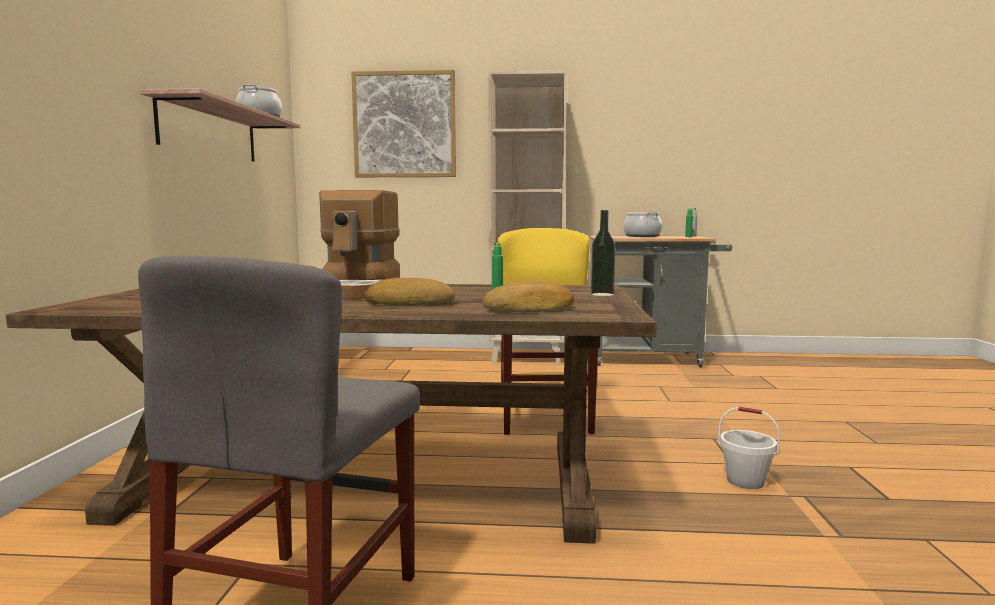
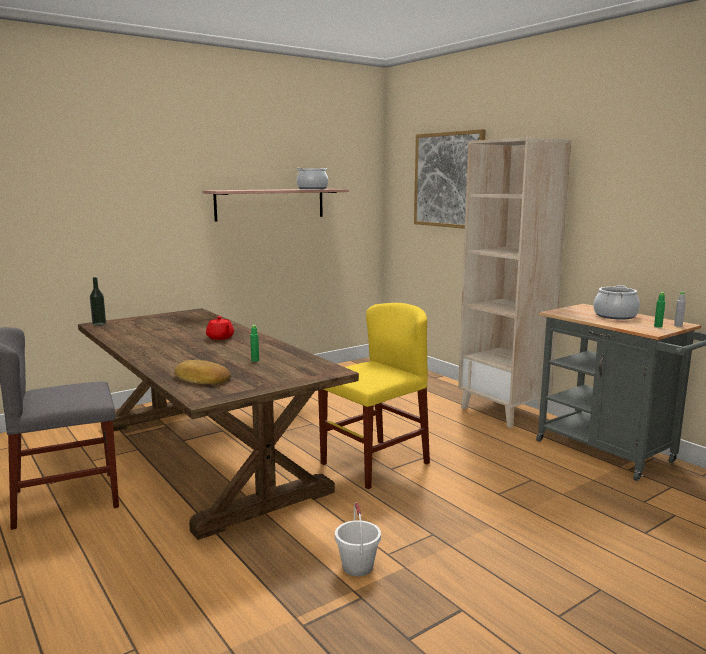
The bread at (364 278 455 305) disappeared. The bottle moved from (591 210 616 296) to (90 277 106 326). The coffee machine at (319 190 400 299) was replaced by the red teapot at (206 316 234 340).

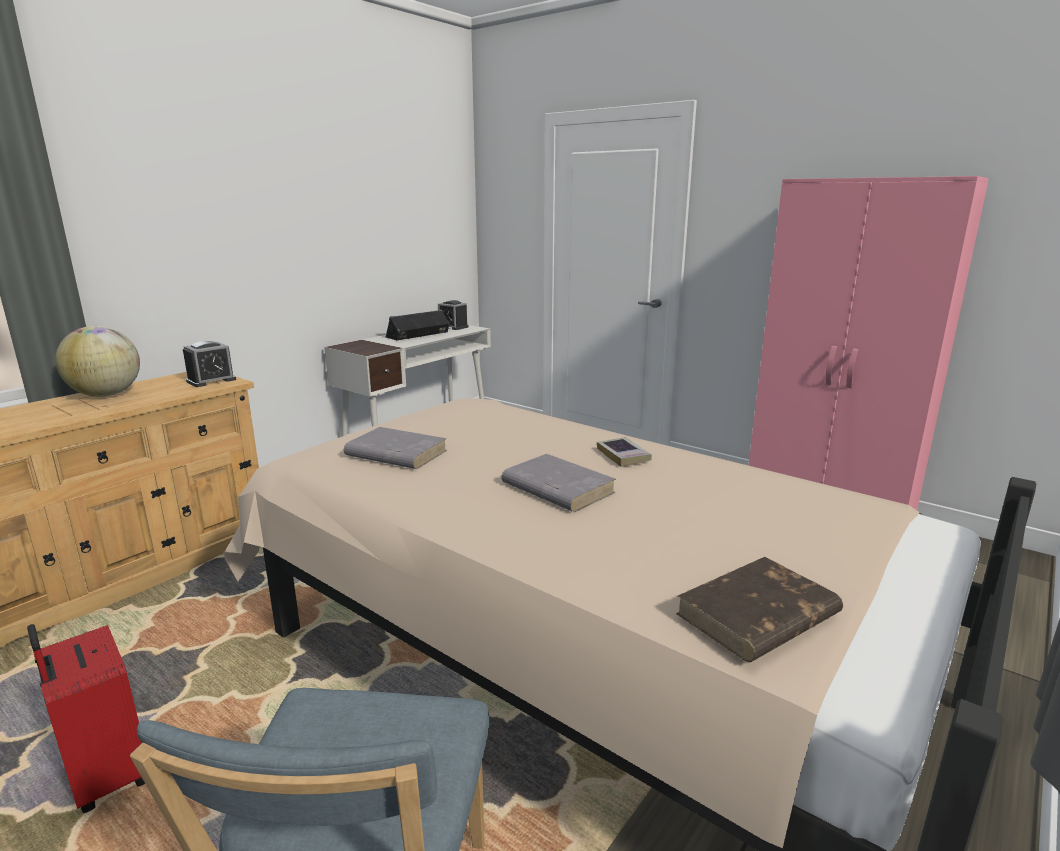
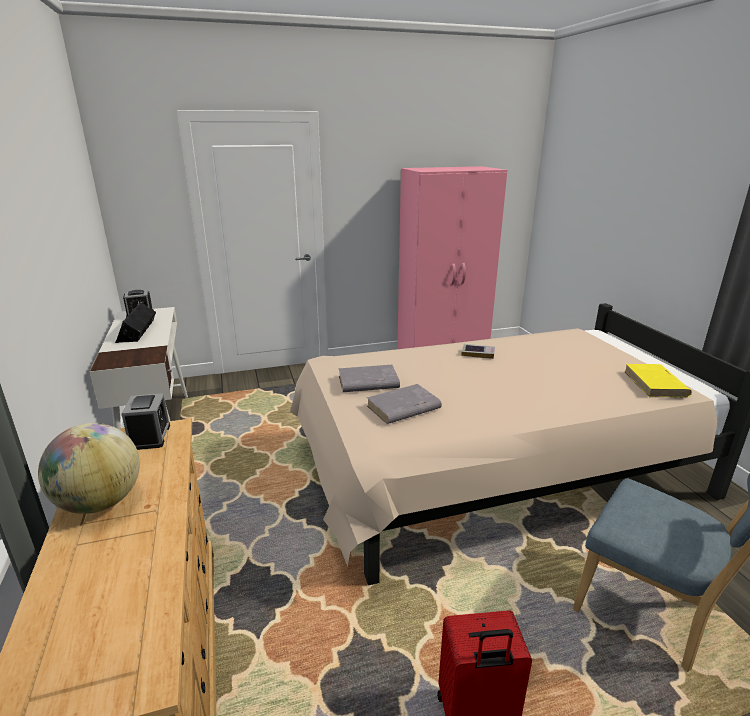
The grey book moved from (501 454 616 512) to (338 365 400 392). The brown book at (676 557 843 662) became the yellow book at (624 364 692 398).

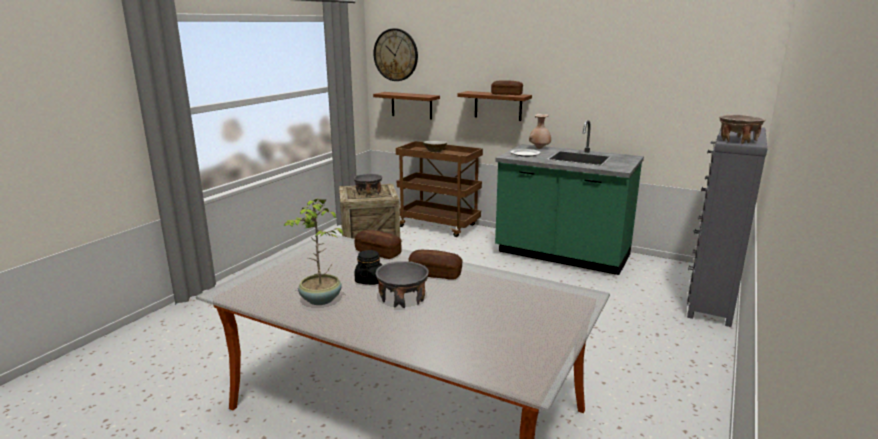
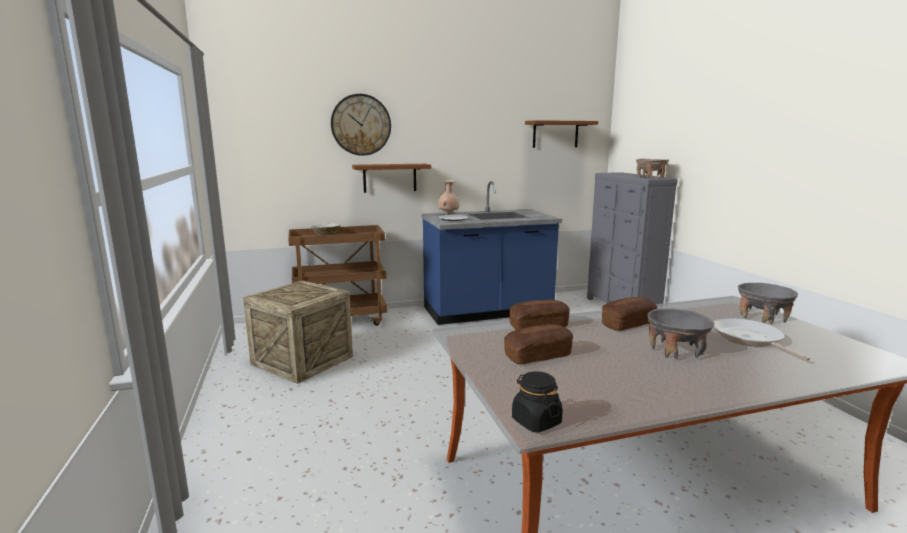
The potted plant at (284 197 343 305) disappeared. The frying pan at (713 318 810 361) appeared. The grey bowl moved from (354 174 382 196) to (738 283 798 324). The black jar moved from (355 250 382 285) to (512 371 563 432). The wall clock moved from (373 28 418 81) to (331 94 391 156). The brown shelf moved from (373 92 440 120) to (525 120 598 148). The bread moved from (491 80 523 95) to (504 324 573 364). The green counter at (495 120 644 275) became the blue counter at (422 181 562 325).

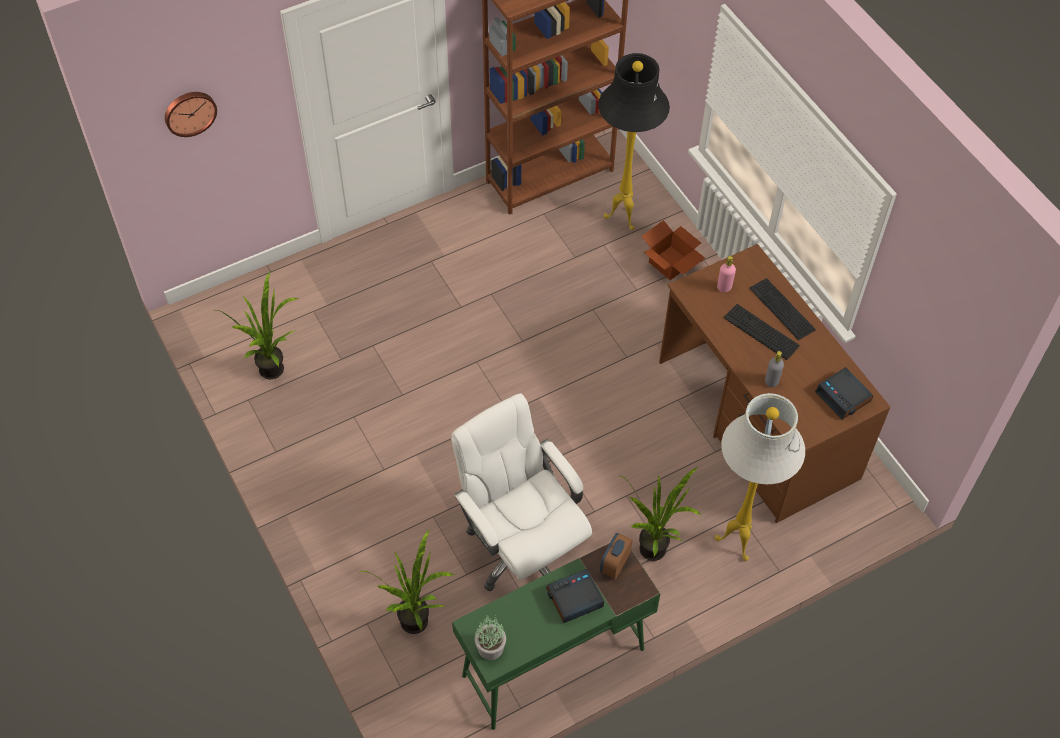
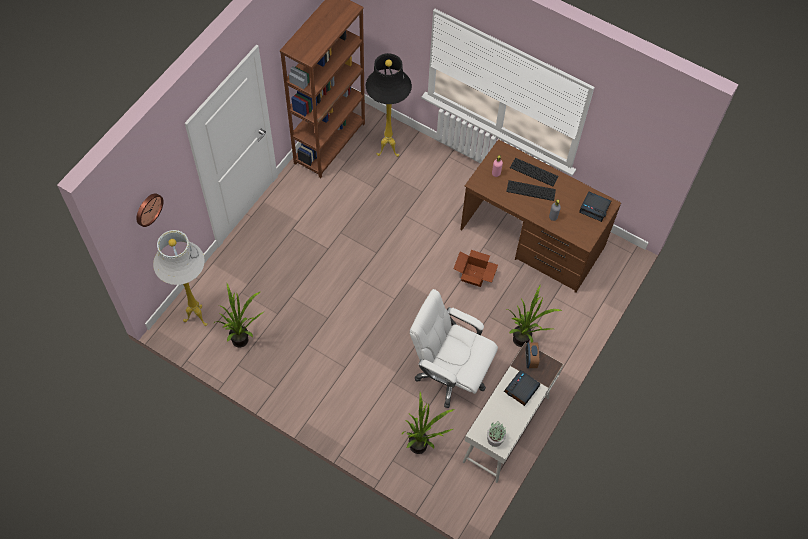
The cardboard box moved from (641 220 705 280) to (453 250 498 287). The white floor lamp moved from (715 393 805 561) to (153 230 207 326). The green desk at (452 543 661 730) became the white desk at (463 342 563 483).

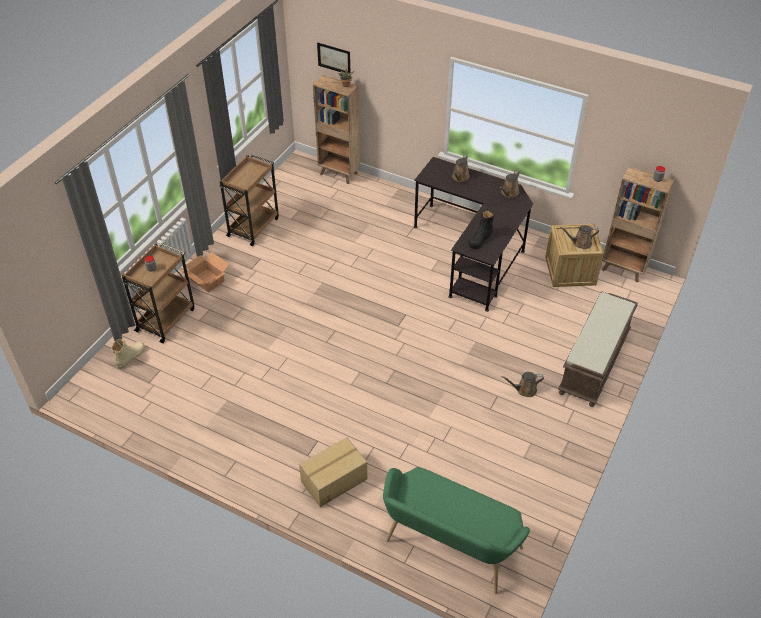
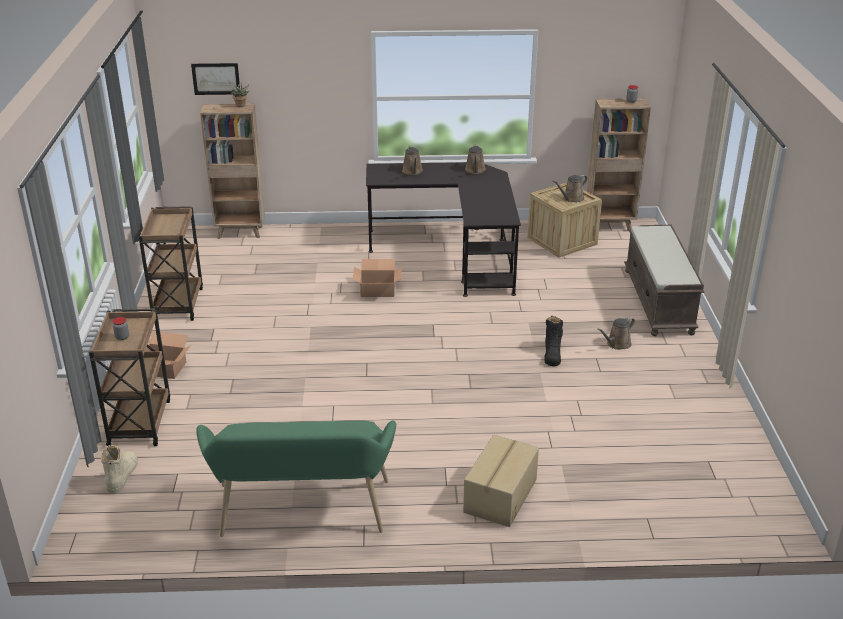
The cardboard box at (353 259 402 297) appeared. The green bench moved from (383 467 530 594) to (196 421 396 537). The black boot moved from (468 210 494 249) to (544 316 563 366).

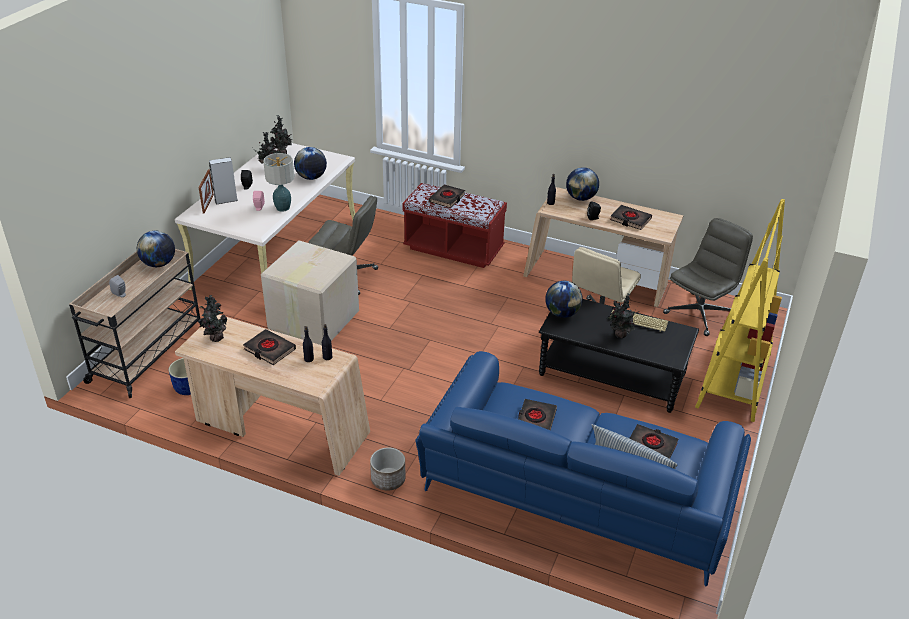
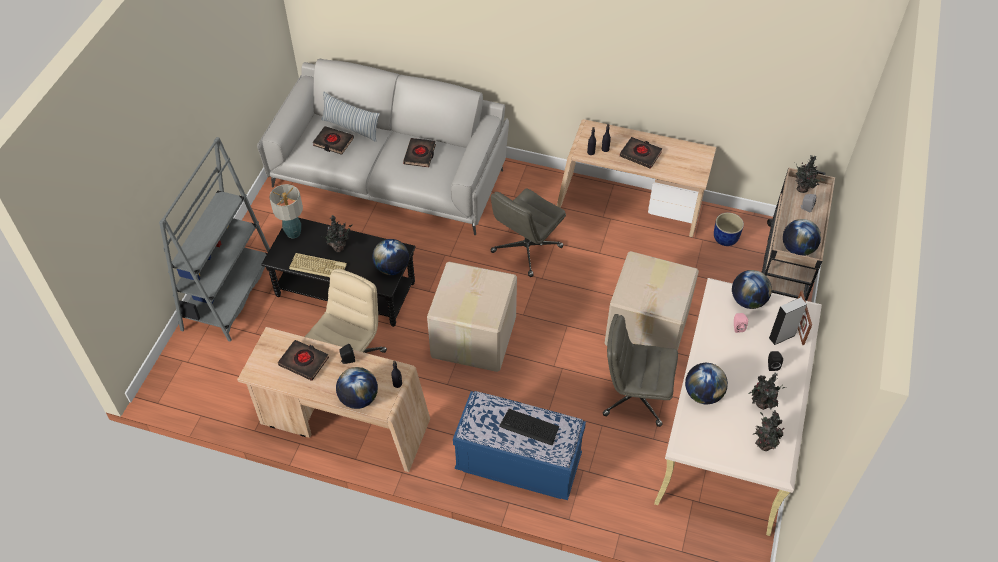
The planter at (370 447 405 491) disappeared. The cardboard box at (427 262 517 372) appeared. The globe at (732 270 772 309) appeared. The potted plant moved from (198 295 227 342) to (795 155 825 193). The table lamp moved from (263 153 294 212) to (270 184 303 239). The grey office chair moved from (663 218 753 336) to (490 189 566 277). The black book at (429 185 465 208) was replaced by the keyboard at (499 409 559 445). The red bench at (403 183 507 268) became the blue bench at (453 391 586 500). The blue sofa at (415 351 751 586) became the grey sofa at (257 59 509 235). The yellow bookcase at (695 199 785 422) became the grey bookcase at (159 137 270 342).

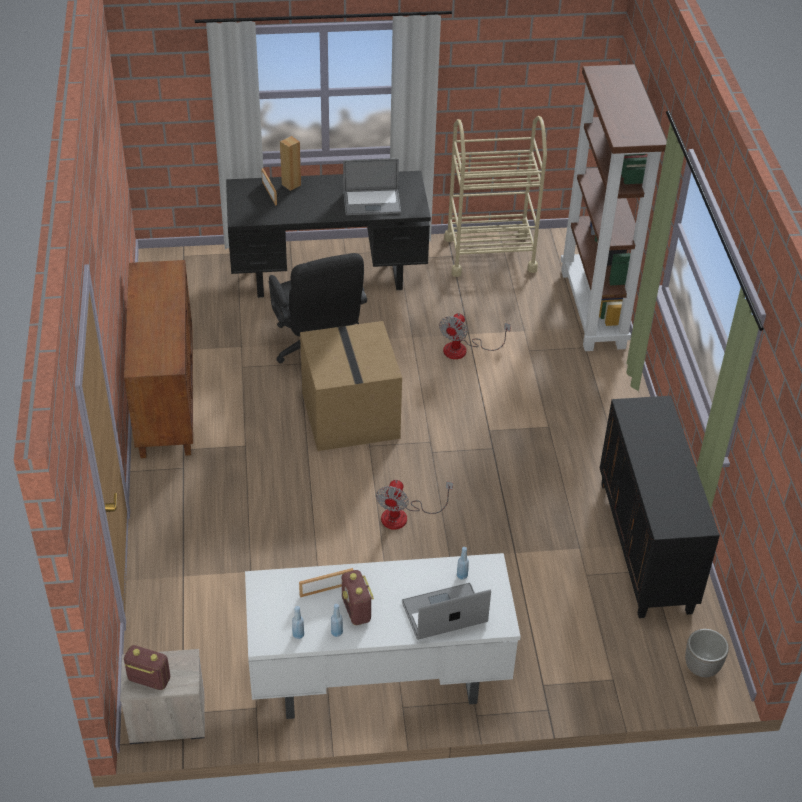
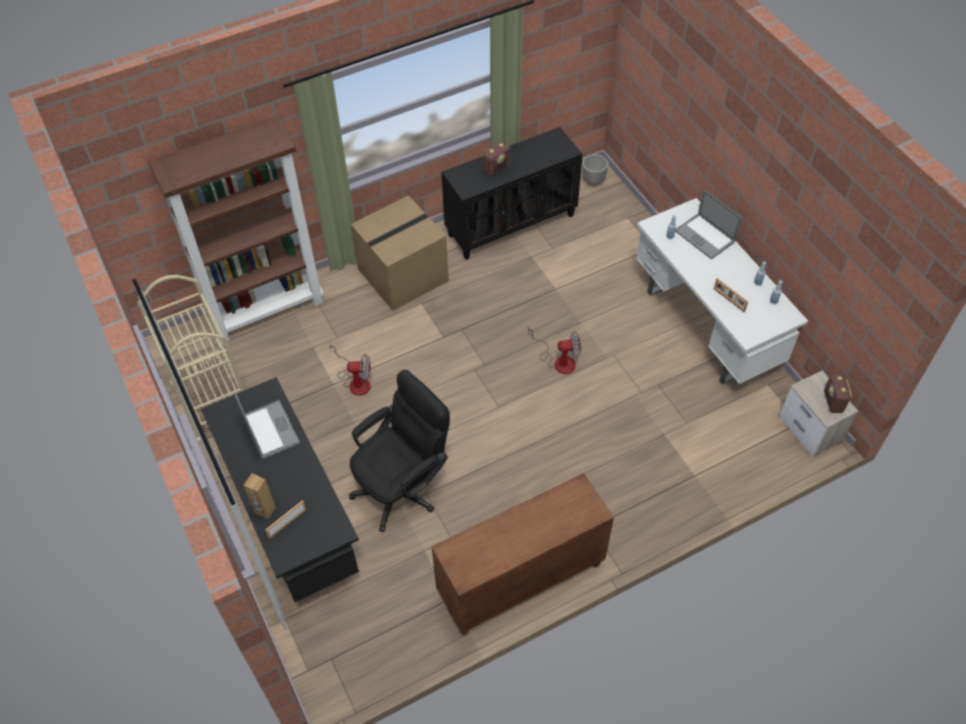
The cardboard box moved from (300 321 402 451) to (351 195 449 311). The radio moved from (342 570 374 625) to (483 142 510 176).

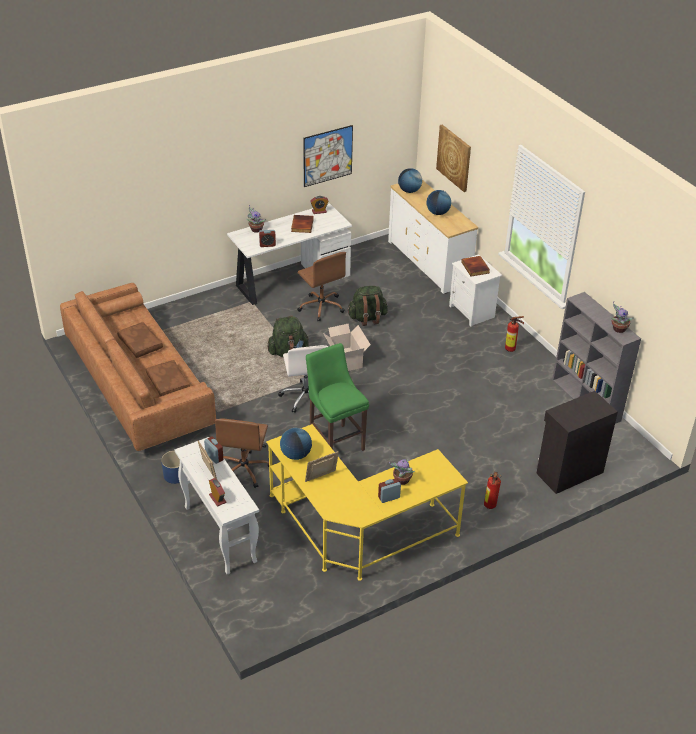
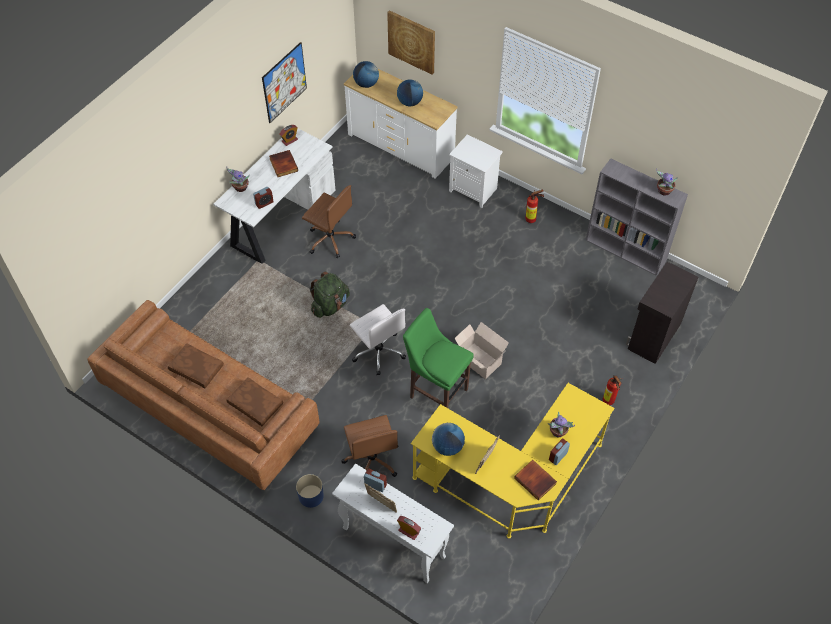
The green backpack at (347 286 388 326) disappeared. The cardboard box moved from (323 324 371 371) to (454 322 509 379). The book moved from (461 256 490 277) to (514 460 557 500).

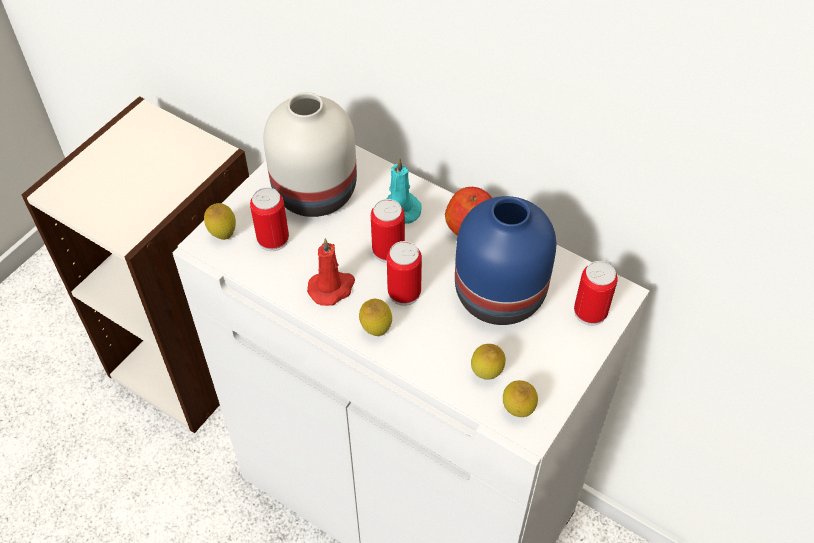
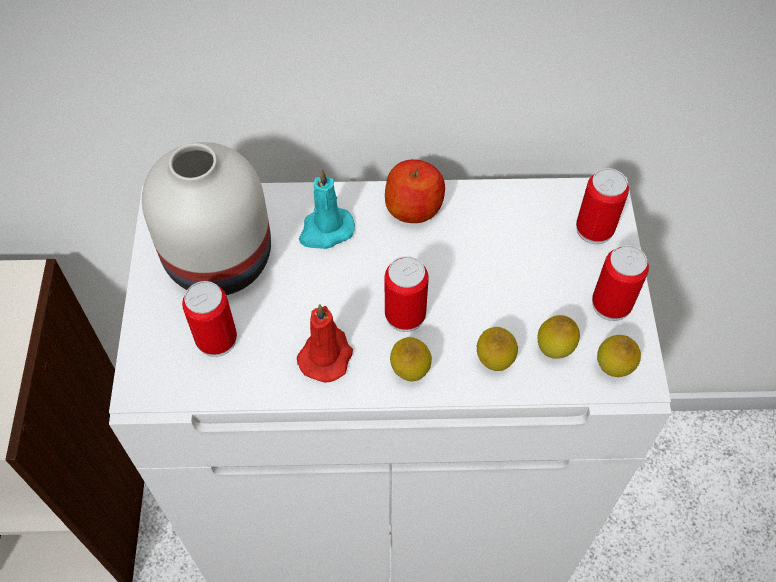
The blue vase at (455 196 556 325) disappeared. The lemon moved from (204 203 236 240) to (477 327 518 371). The can moved from (371 199 405 263) to (592 245 649 321).

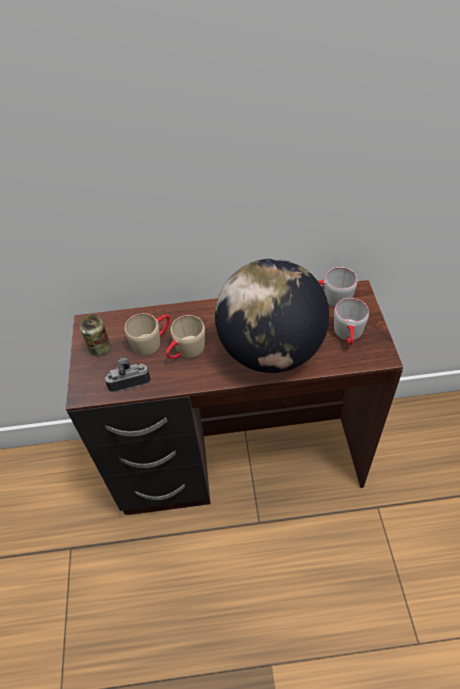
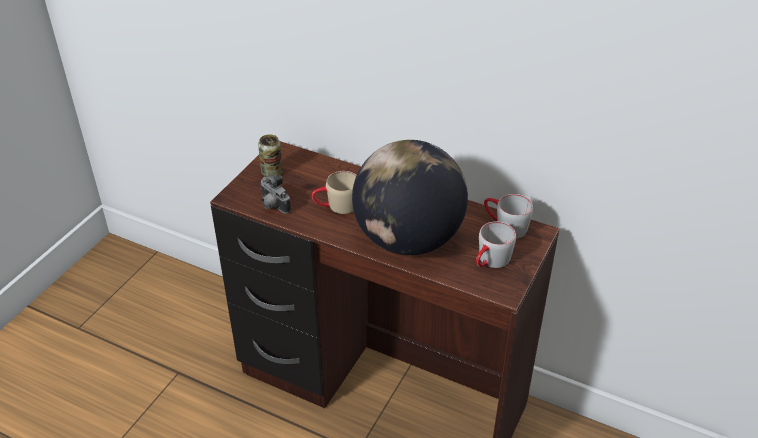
The beige mug at (125 313 170 356) disappeared. The photo camera at (105 356 151 392) turned 150 degrees counterclockwise.

